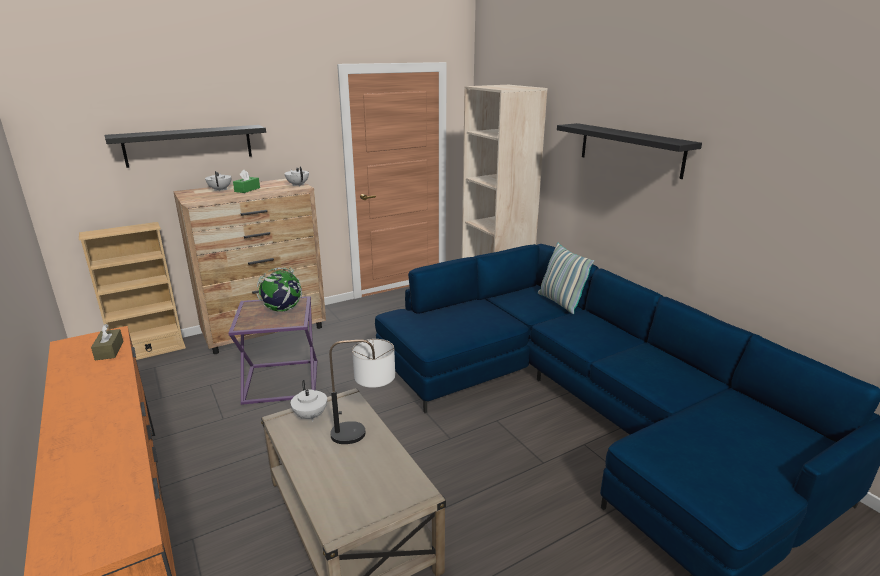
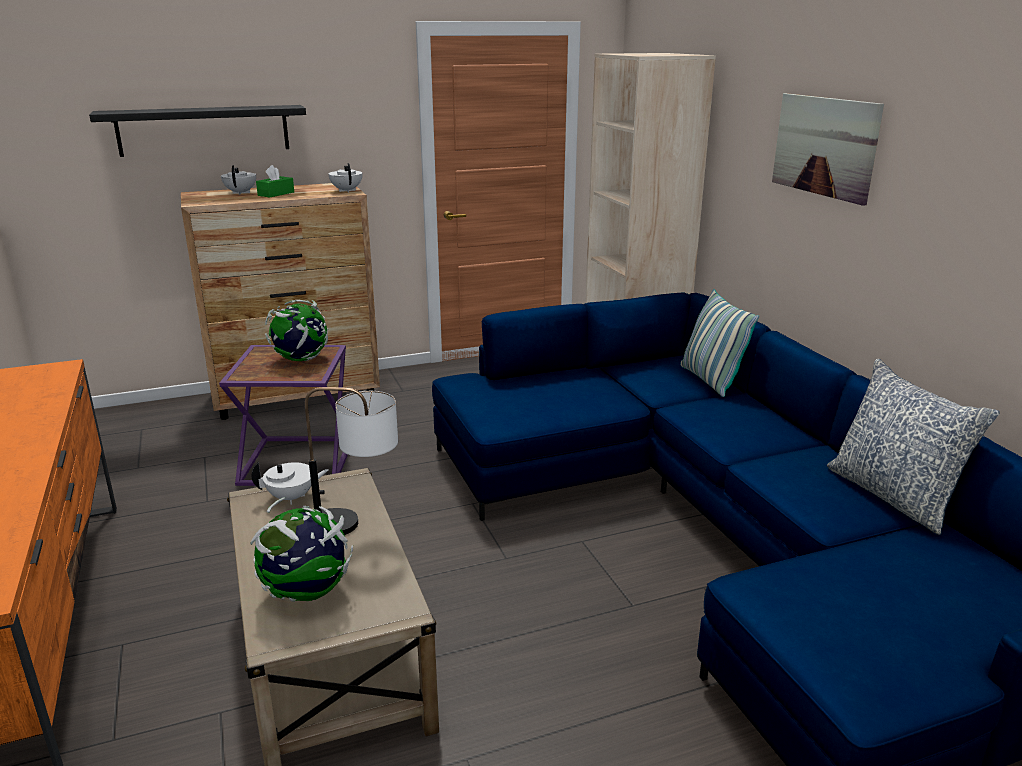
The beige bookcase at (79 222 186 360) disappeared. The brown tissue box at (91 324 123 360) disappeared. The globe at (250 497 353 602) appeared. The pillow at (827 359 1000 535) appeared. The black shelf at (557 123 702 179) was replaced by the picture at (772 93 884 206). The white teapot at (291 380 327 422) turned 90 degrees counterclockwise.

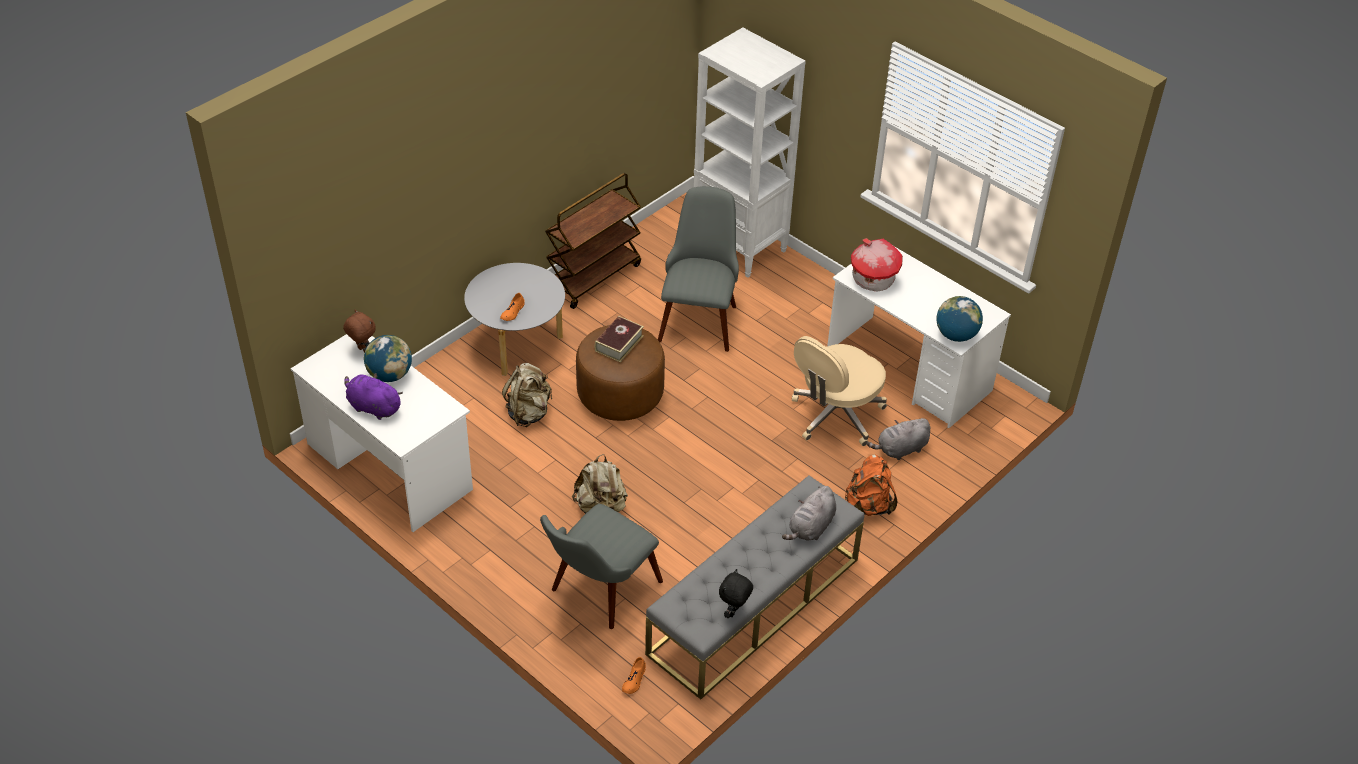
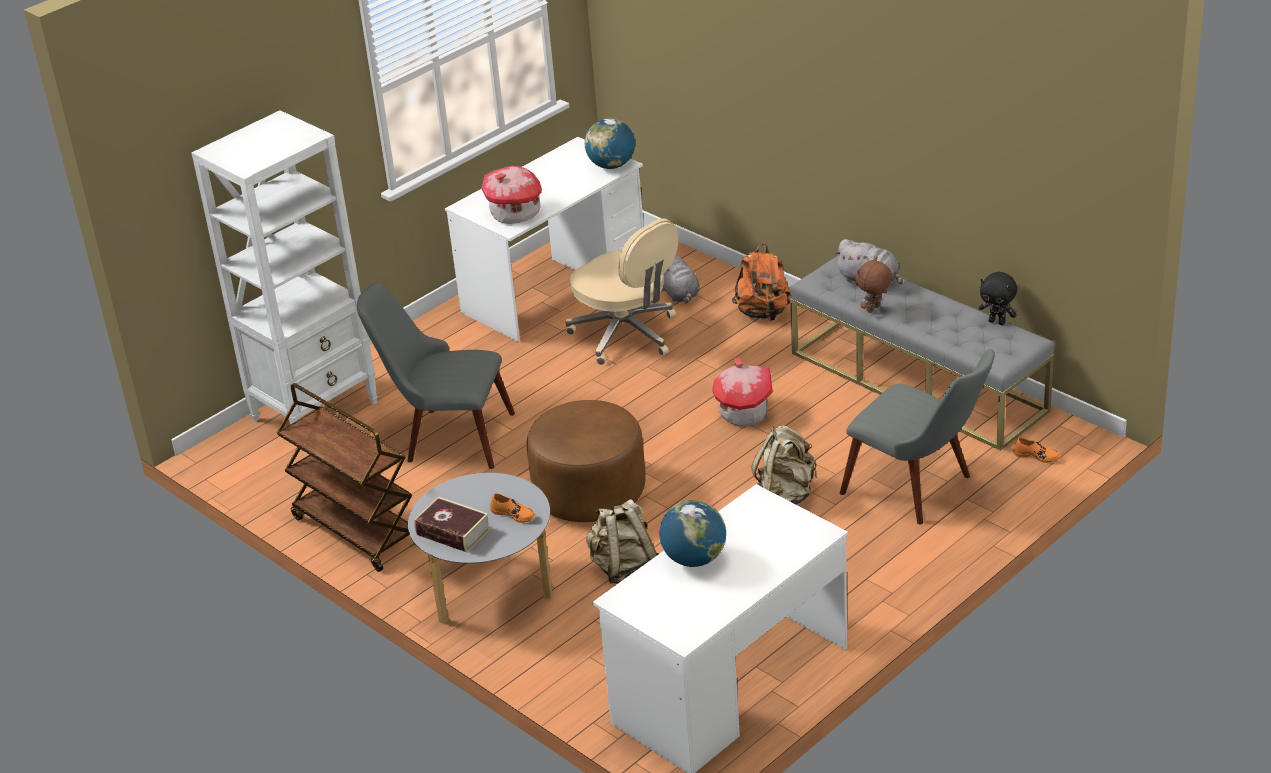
The purple plush toy at (344 373 403 420) disappeared. The toy house at (712 358 773 426) appeared. The brown plush toy moved from (343 310 376 353) to (855 257 893 313). The book moved from (595 316 644 362) to (414 497 491 553).

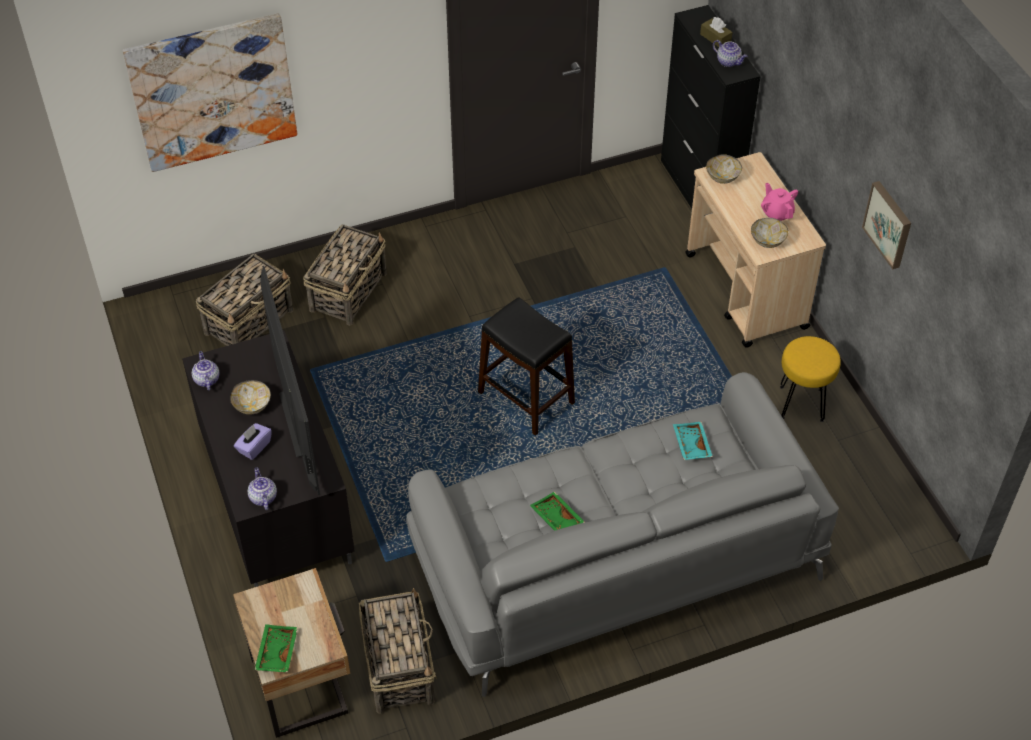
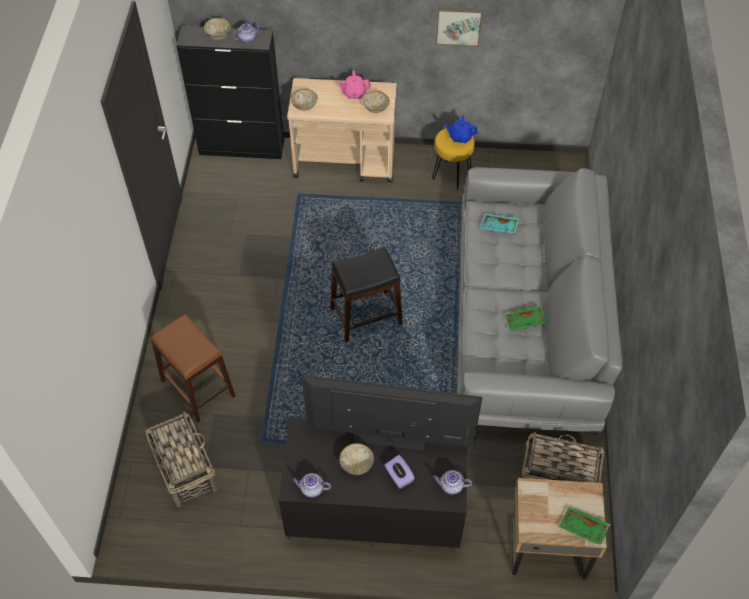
The picture at (123 13 297 172) disappeared. The blue teapot at (445 115 478 143) appeared. The basket at (303 224 387 325) was replaced by the brown stool at (151 314 235 423). The brown tissue box at (700 17 732 47) was replaced by the bowl at (203 17 231 40).

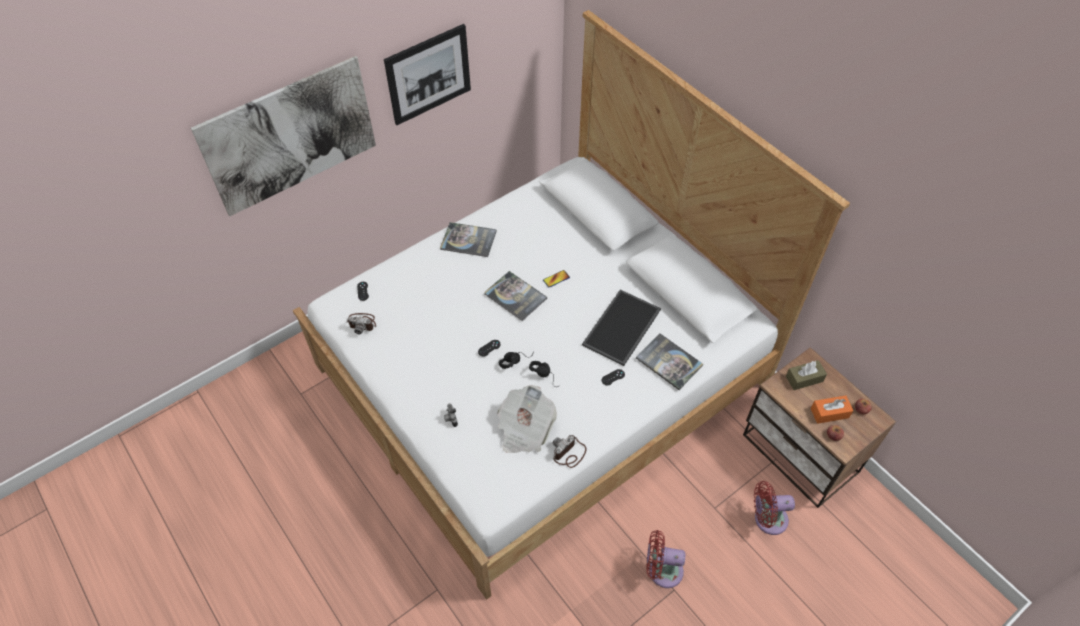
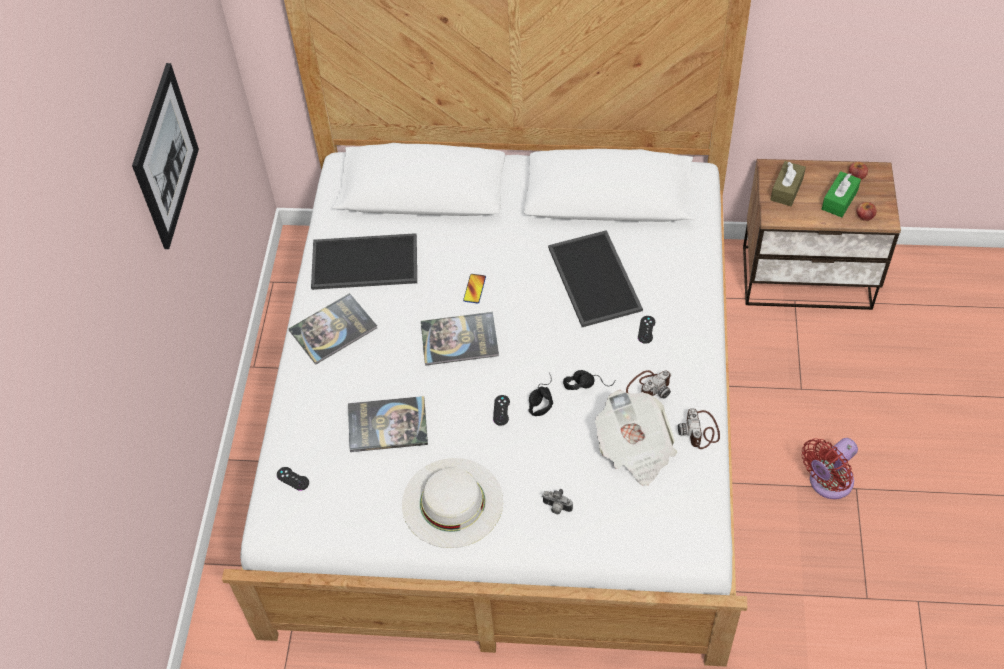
The picture at (191 56 376 216) disappeared. The red fan at (754 481 795 535) disappeared. The tray at (311 233 417 290) appeared. The white hat at (402 458 503 548) appeared. The photo camera moved from (346 313 376 334) to (626 370 671 399). The book moved from (636 333 703 390) to (348 396 428 452). The orange tissue box at (811 395 853 424) became the green tissue box at (822 171 861 217).

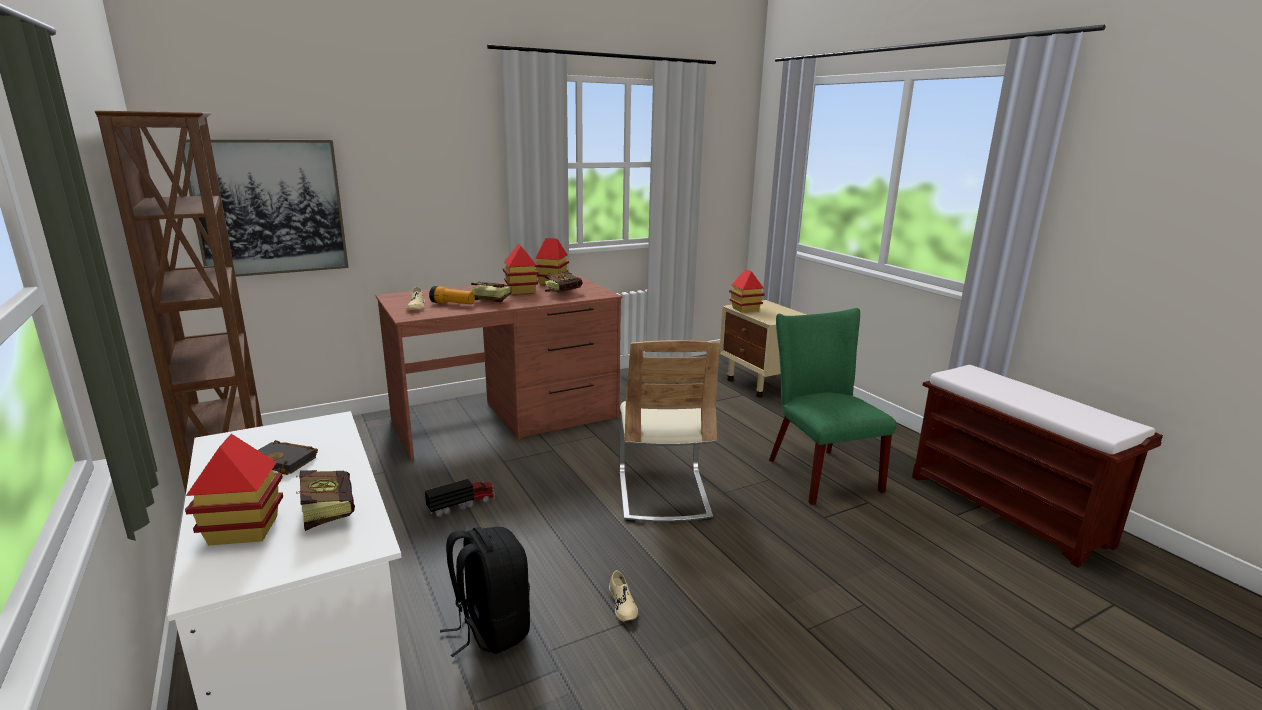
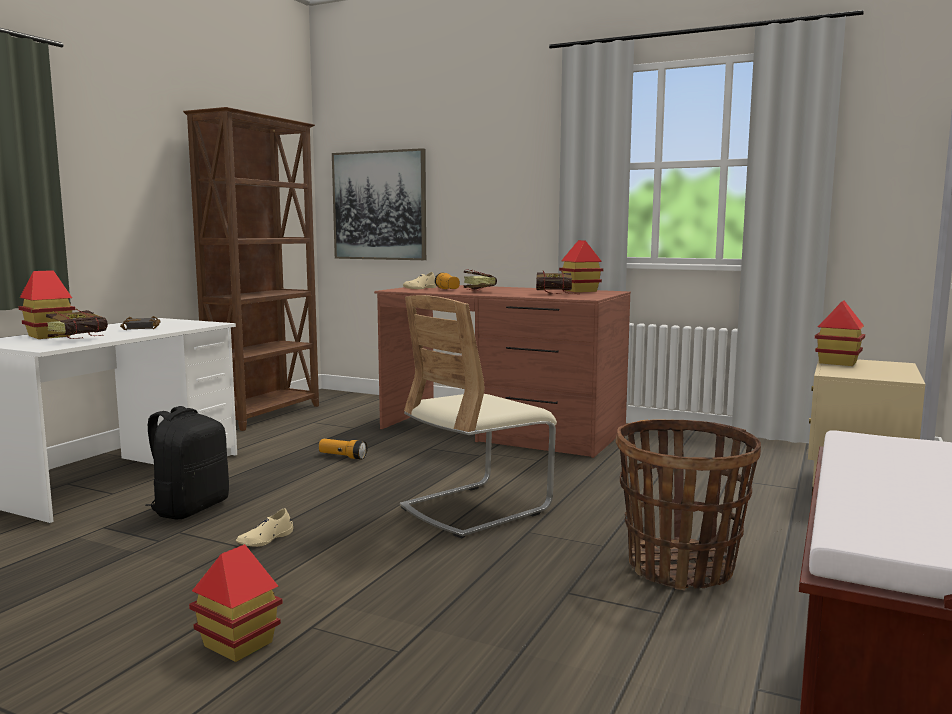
The toy house moved from (503 244 539 294) to (189 544 283 662). The toy truck at (425 476 495 517) was replaced by the flashlight at (319 439 368 460). The green chair at (769 308 897 505) was replaced by the basket at (615 419 761 591).

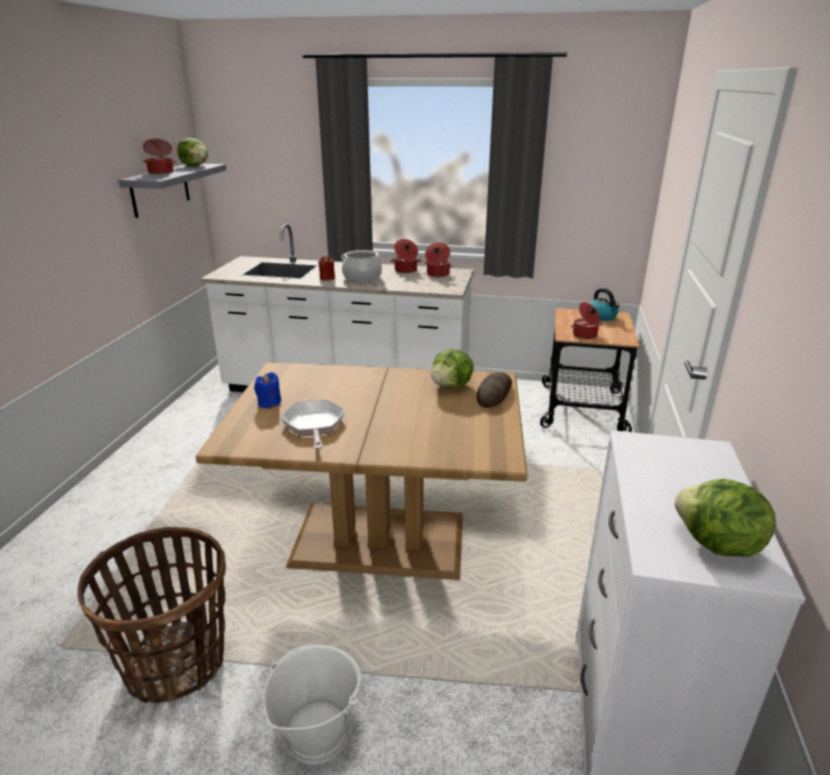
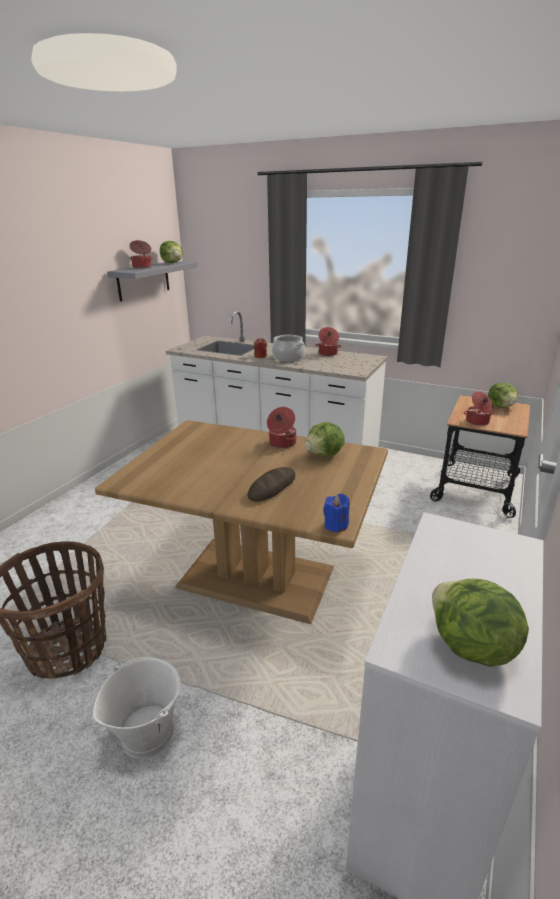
The frying pan at (281 400 345 449) disappeared. The blue candle moved from (254 372 281 409) to (323 494 349 533). The cooking pot moved from (424 242 452 277) to (267 407 296 449). The bread moved from (476 372 512 408) to (247 467 296 502). The kettle at (589 288 620 321) was replaced by the lettuce at (488 383 518 408).

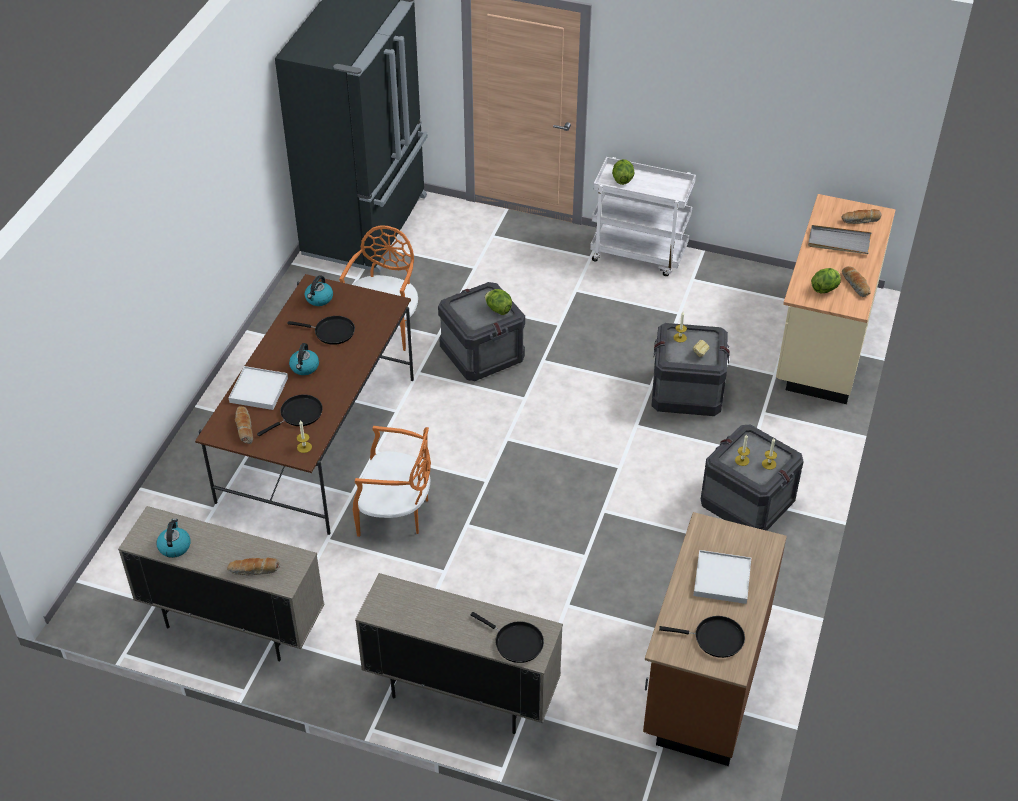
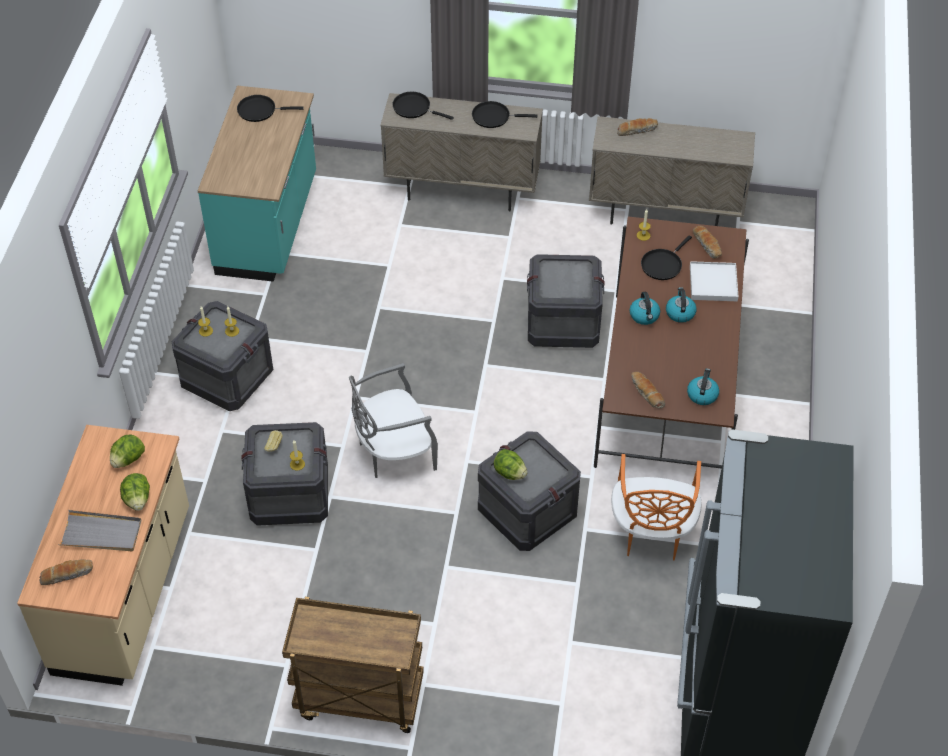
The white tray at (693 550 751 604) disappeared. The grey chair at (349 363 438 478) appeared. The kettle moved from (157 518 191 558) to (630 292 660 325). The black frying pan moved from (288 316 355 345) to (472 101 538 128). The lettuce moved from (612 159 635 185) to (120 473 150 511). The bread moved from (842 266 871 297) to (631 372 665 409). The orange chair at (352 426 431 537) was replaced by the crate at (527 254 604 348). The white cart at (590 157 696 276) became the brown cart at (282 597 424 733). The brown counter at (643 512 787 766) became the turquoise counter at (198 86 316 282).

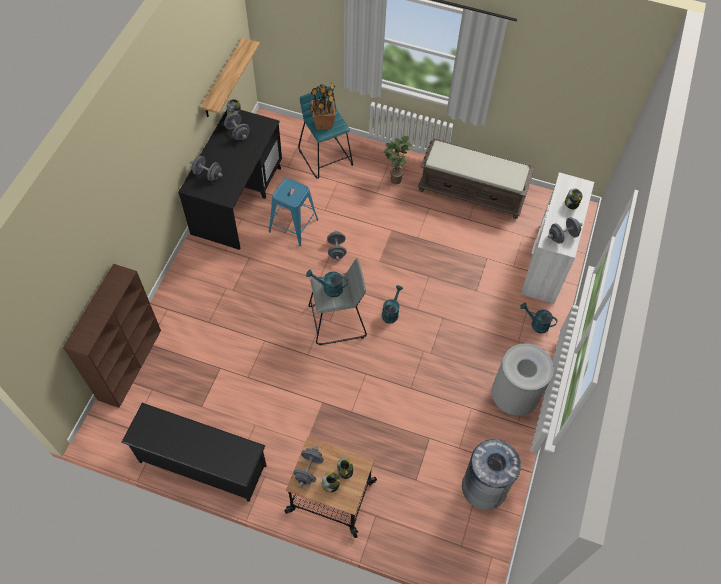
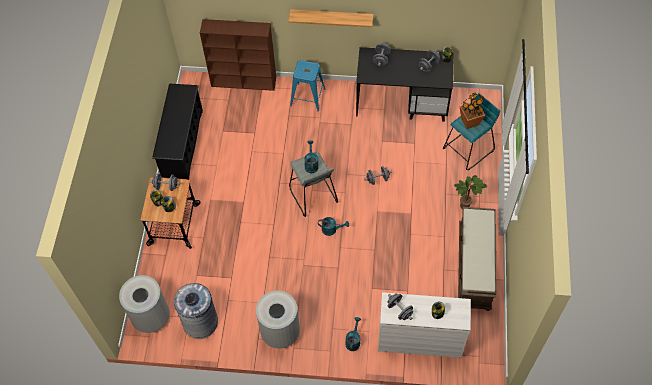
The grey trash can at (119 275 169 333) appeared. The shelf moved from (200 38 260 117) to (289 9 373 27). The blue stool moved from (269 178 318 246) to (291 60 325 111).

